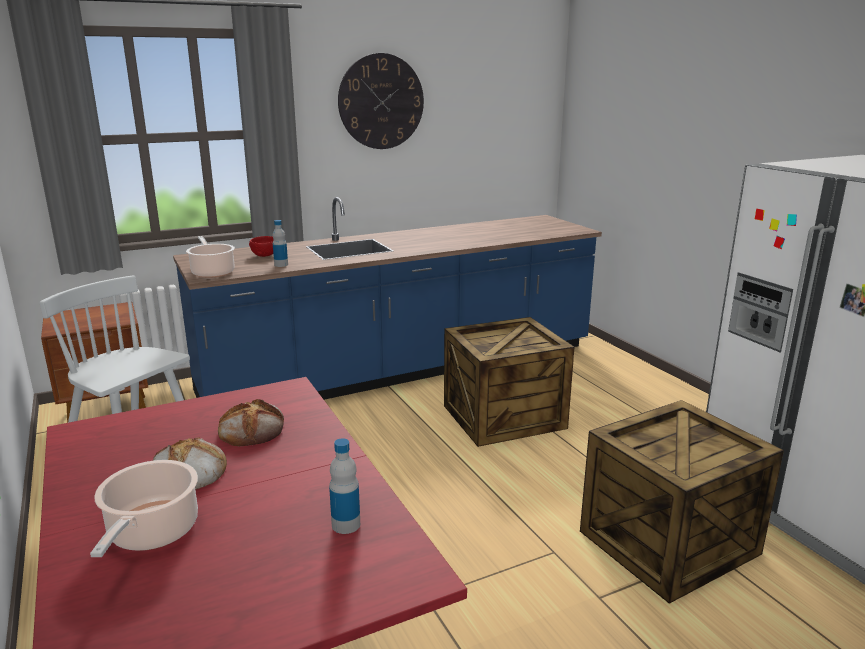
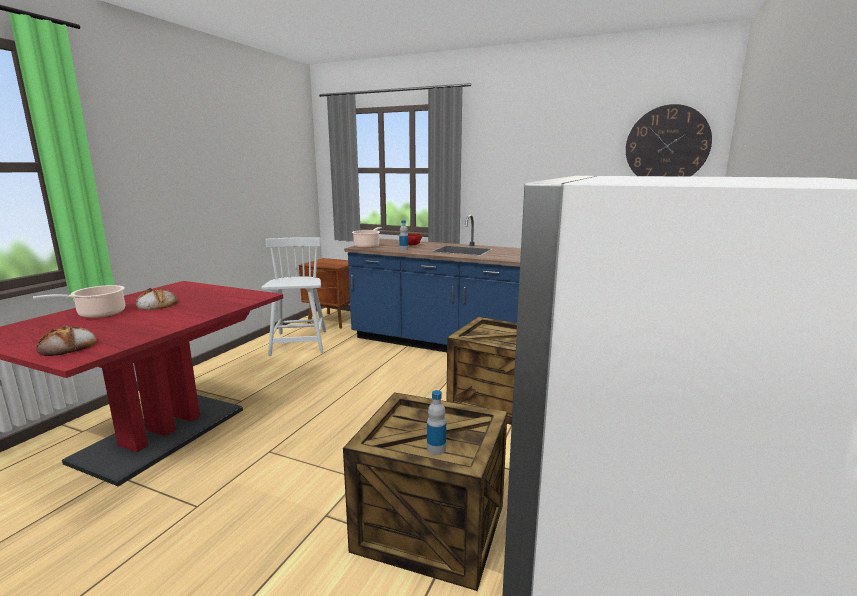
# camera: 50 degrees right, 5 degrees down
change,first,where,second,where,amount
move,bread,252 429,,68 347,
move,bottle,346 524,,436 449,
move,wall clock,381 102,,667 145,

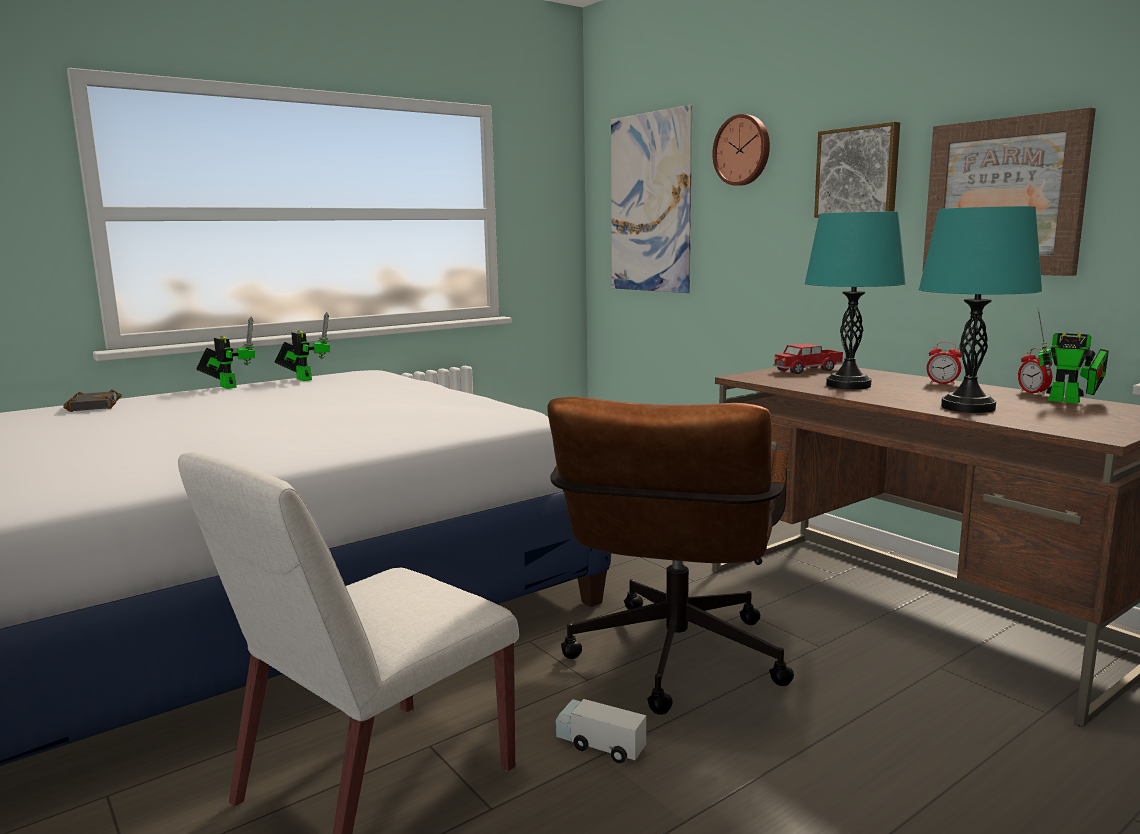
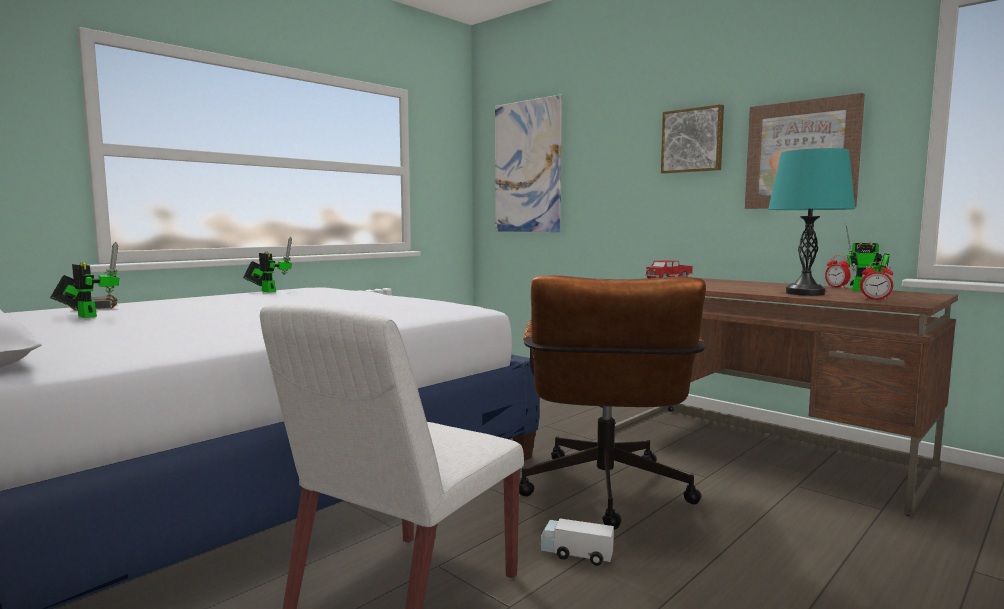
# camera: 10 degrees left, 5 degrees down
change,first,where,second,where,amount
move,toy robot,227 386,,86 316,
move,alarm clock,942 383,,875 299,
delete,wall clock,743 150,,,
delete,table lamp (turquoise),848 385,,,

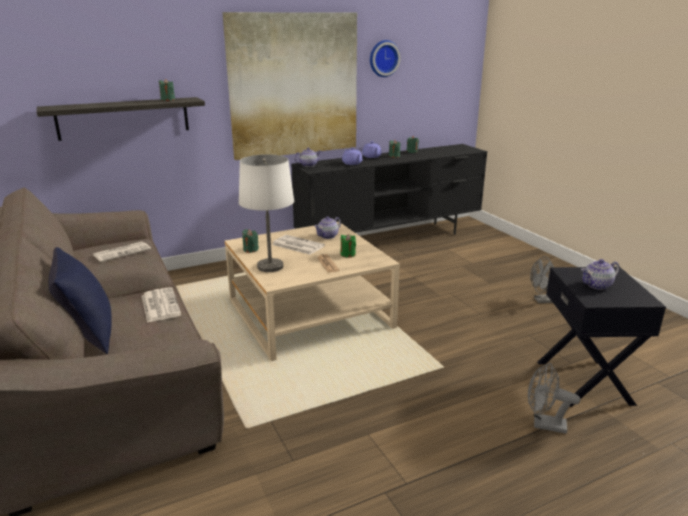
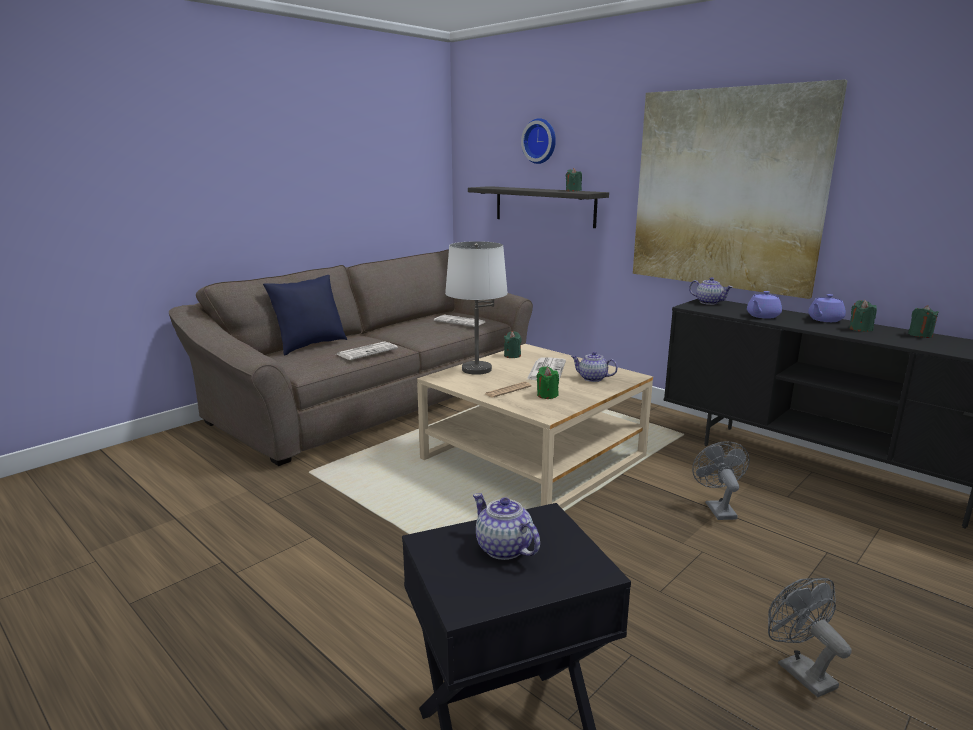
# camera: 70 degrees right, 5 degrees down
change,first,where,second,where,amount
move,wall clock,383 58,,540 141,
move,fan (grey),544 424,,717 508,

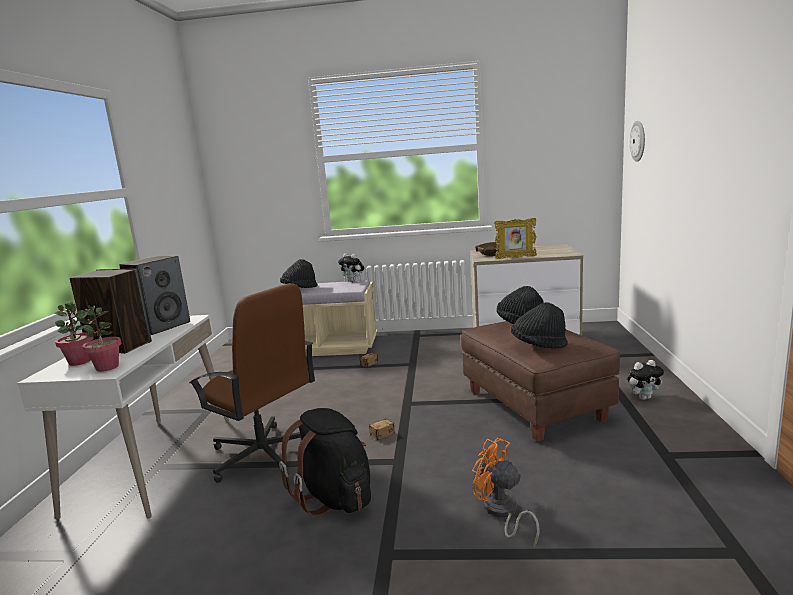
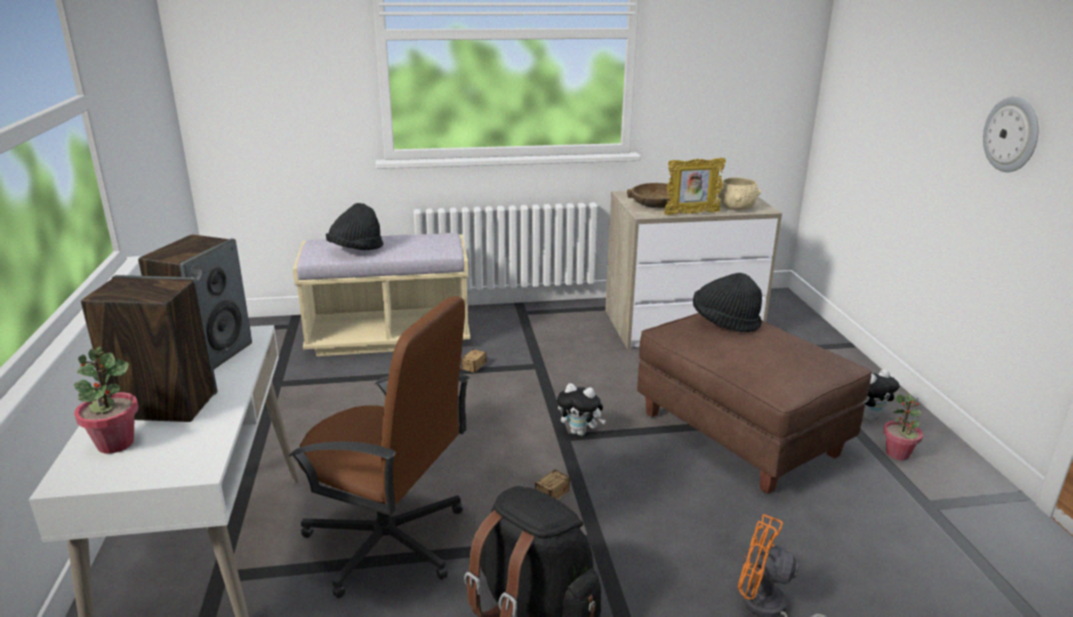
# camera: 15 degrees left, 10 degrees up
change,first,where,second,where,amount
move,plush toy,353 281,,580 432,
insert,,,bowl (beige),736 208,
move,potted plant,107 367,,897 454,
move,wall clock,638 141,,1012 134,
delete,hat (black),539 345,,,

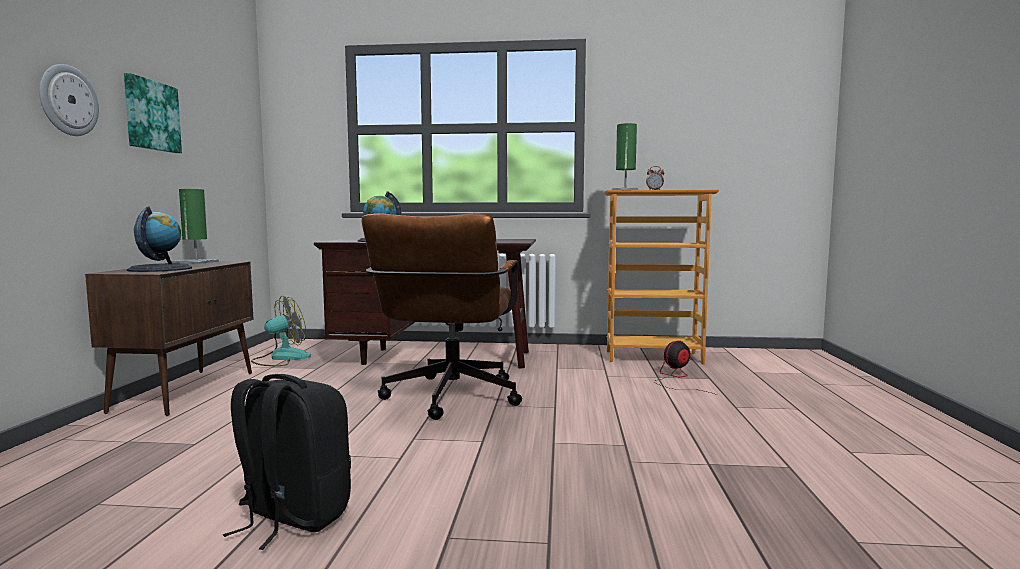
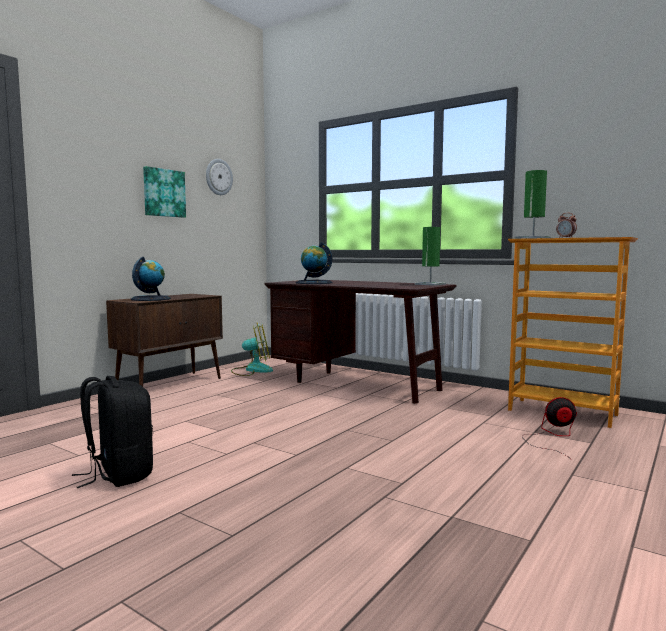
# camera: 30 degrees right, 0 degrees up
change,first,where,second,where,amount
move,wall clock,68 100,,218 177,
move,table lamp (green),196 262,,430 284,
delete,office chair (brown),449 400,,,

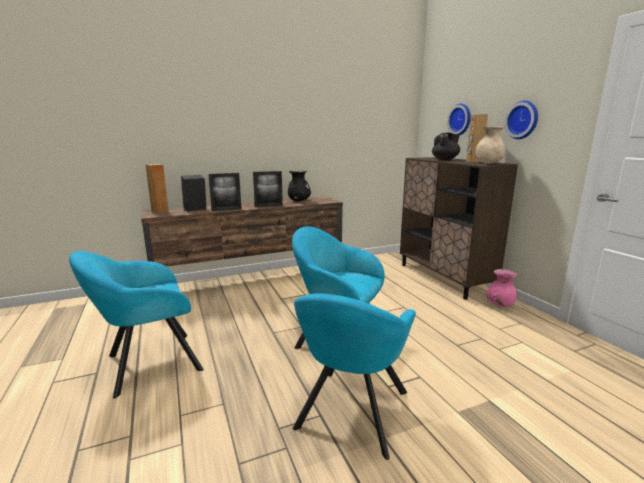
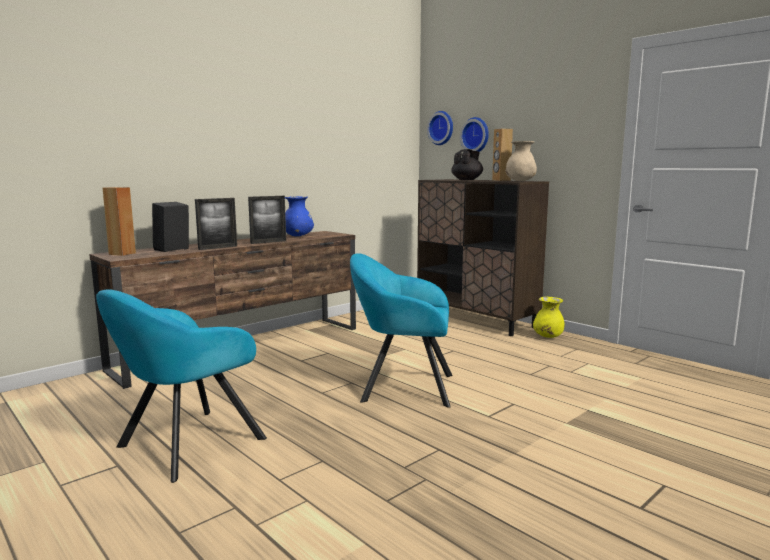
# camera: 20 degrees left, 5 degrees down
change,first,where,second,where,amount
recolor,vase (black),299 201,vase (blue),298 236,
move,wall clock,523 120,,442 128,
recolor,vase (pink),499 305,vase (yellow),548 336,
delete,armchair (turquoise),351 413,,,

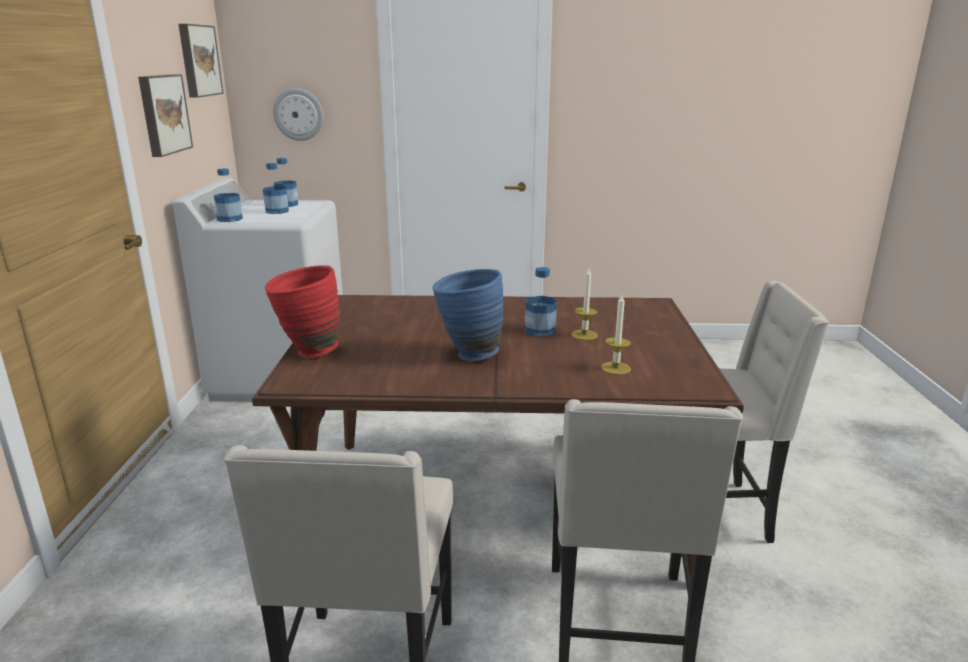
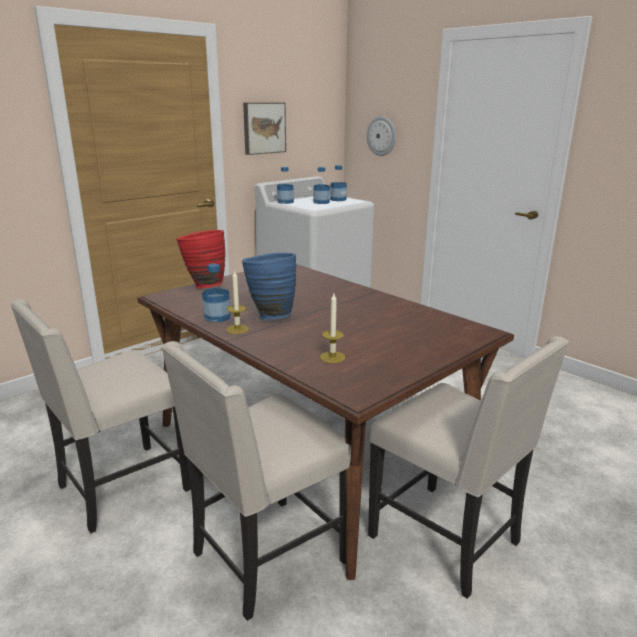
# camera: 45 degrees right, 0 degrees up
change,first,where,second,where,amount
move,bottle,539 330,,217 317,
move,candle,584 335,,237 329,
delete,picture,198 60,,,

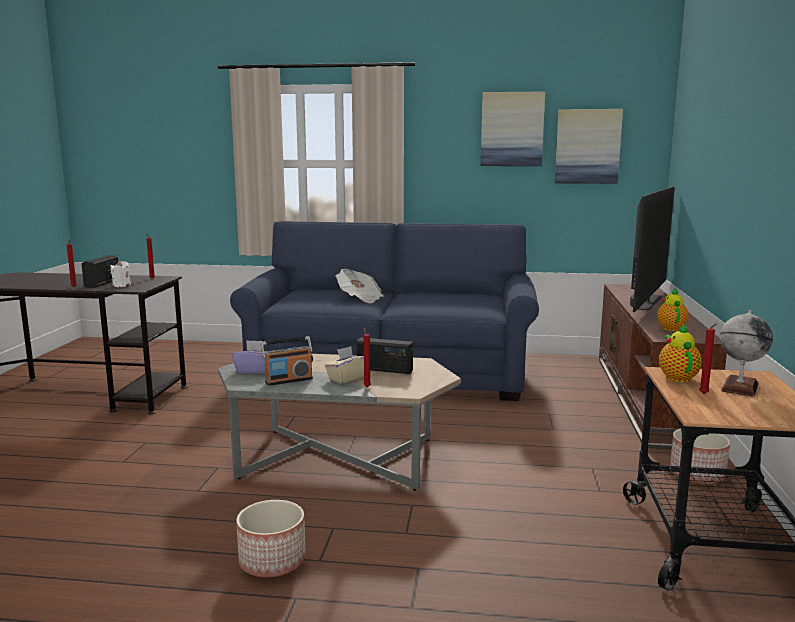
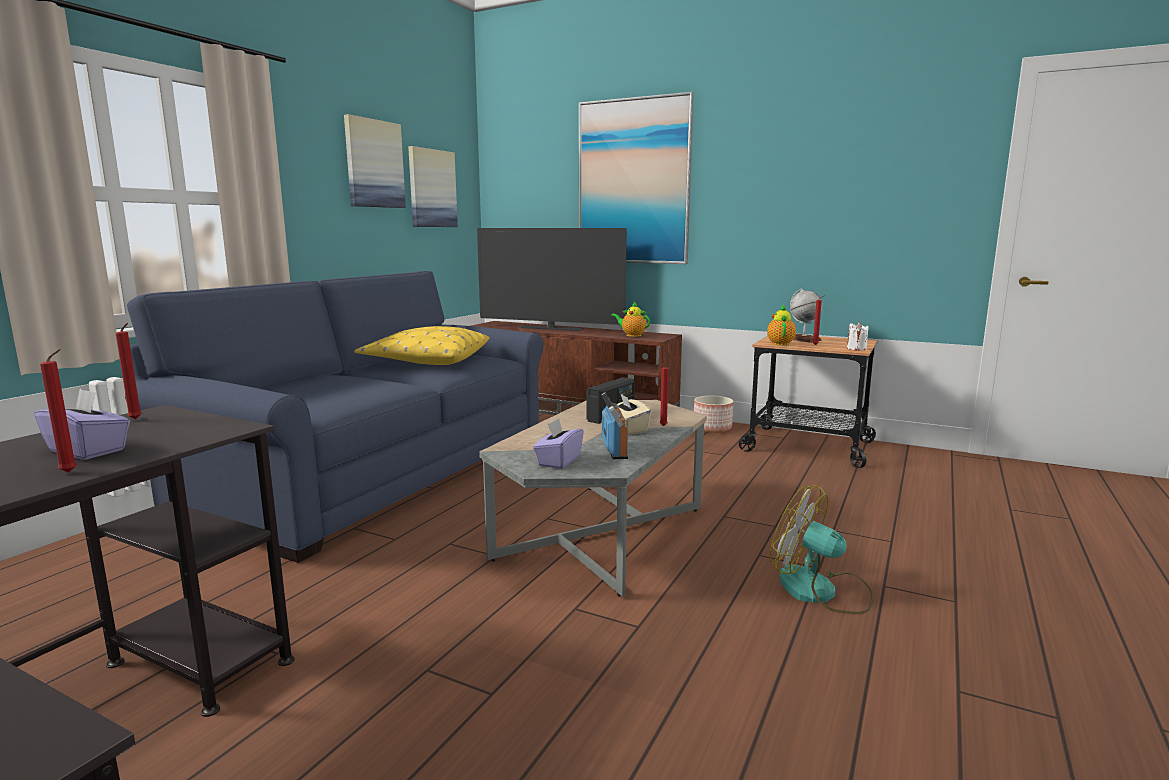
# camera: 70 degrees left, 0 degrees up
change,first,where,second,where,amount
replace,radio,103 283,tissue box (purple),88 450,
insert,,,pillow (yellow),426 361,
rotate,television,648 302,,550 328,150 degrees clockwise
insert,,,picture,633 182,
rotate,teapot,677 377,,780 343,75 degrees clockwise
replace,planter,271 561,fan,820 591,
move,candle (white),121 285,,856 349,
delete,newspaper,360 298,,,

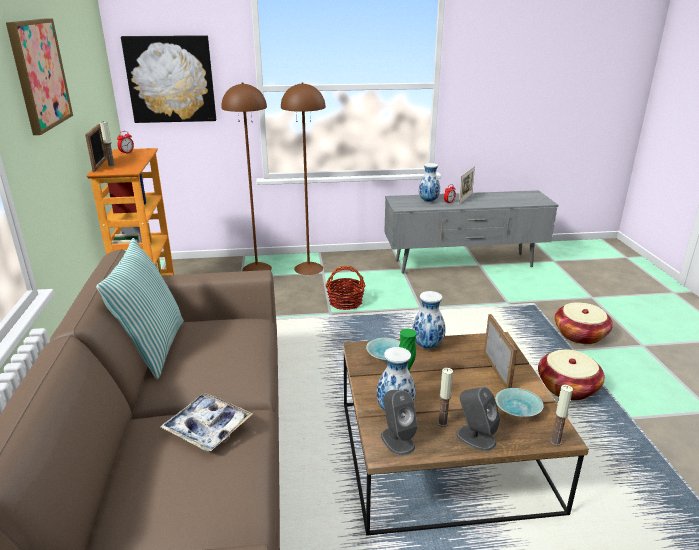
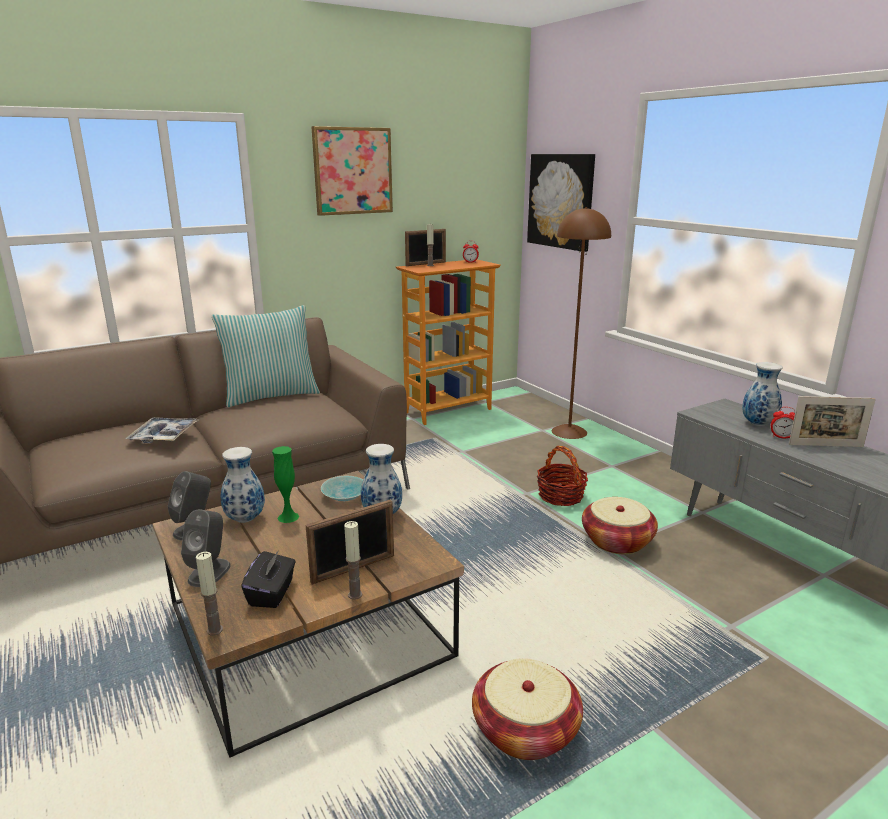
# camera: 65 degrees right, 5 degrees down
change,first,where,second,where,amount
replace,bowl (turquoise),516 410,tissue box (black),272 593,
move,candle,442 423,,355 595,
move,basket,580 335,,617 541,
delete,floor lamp (brown),308 268,,,

